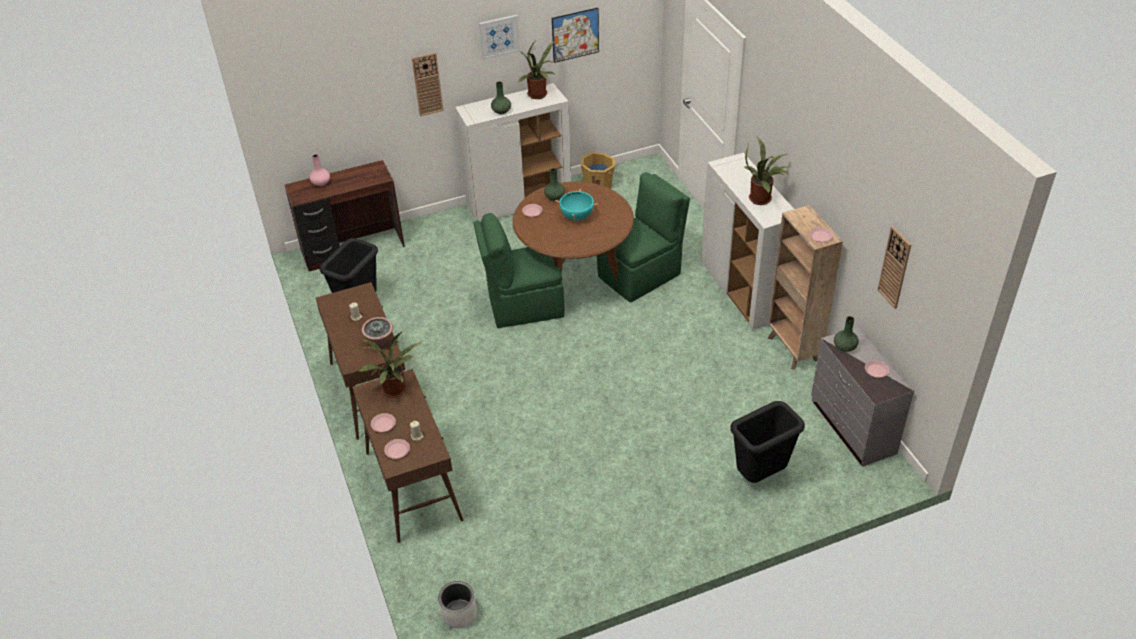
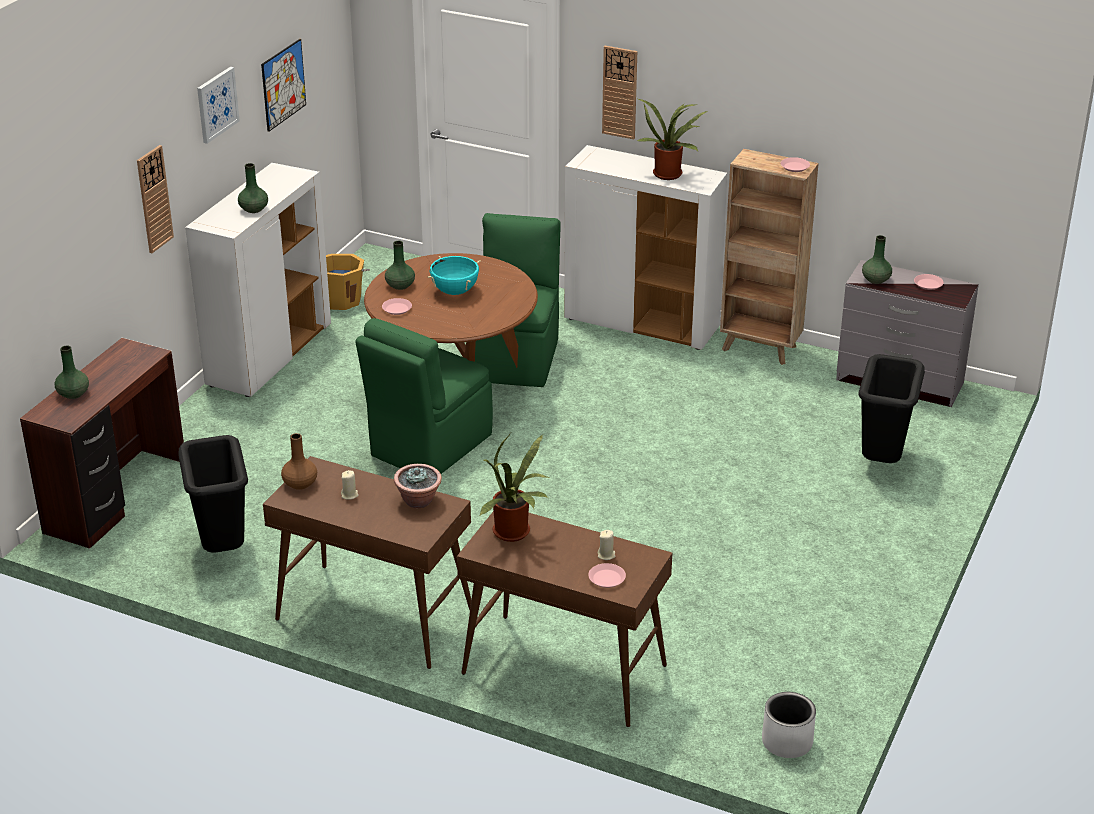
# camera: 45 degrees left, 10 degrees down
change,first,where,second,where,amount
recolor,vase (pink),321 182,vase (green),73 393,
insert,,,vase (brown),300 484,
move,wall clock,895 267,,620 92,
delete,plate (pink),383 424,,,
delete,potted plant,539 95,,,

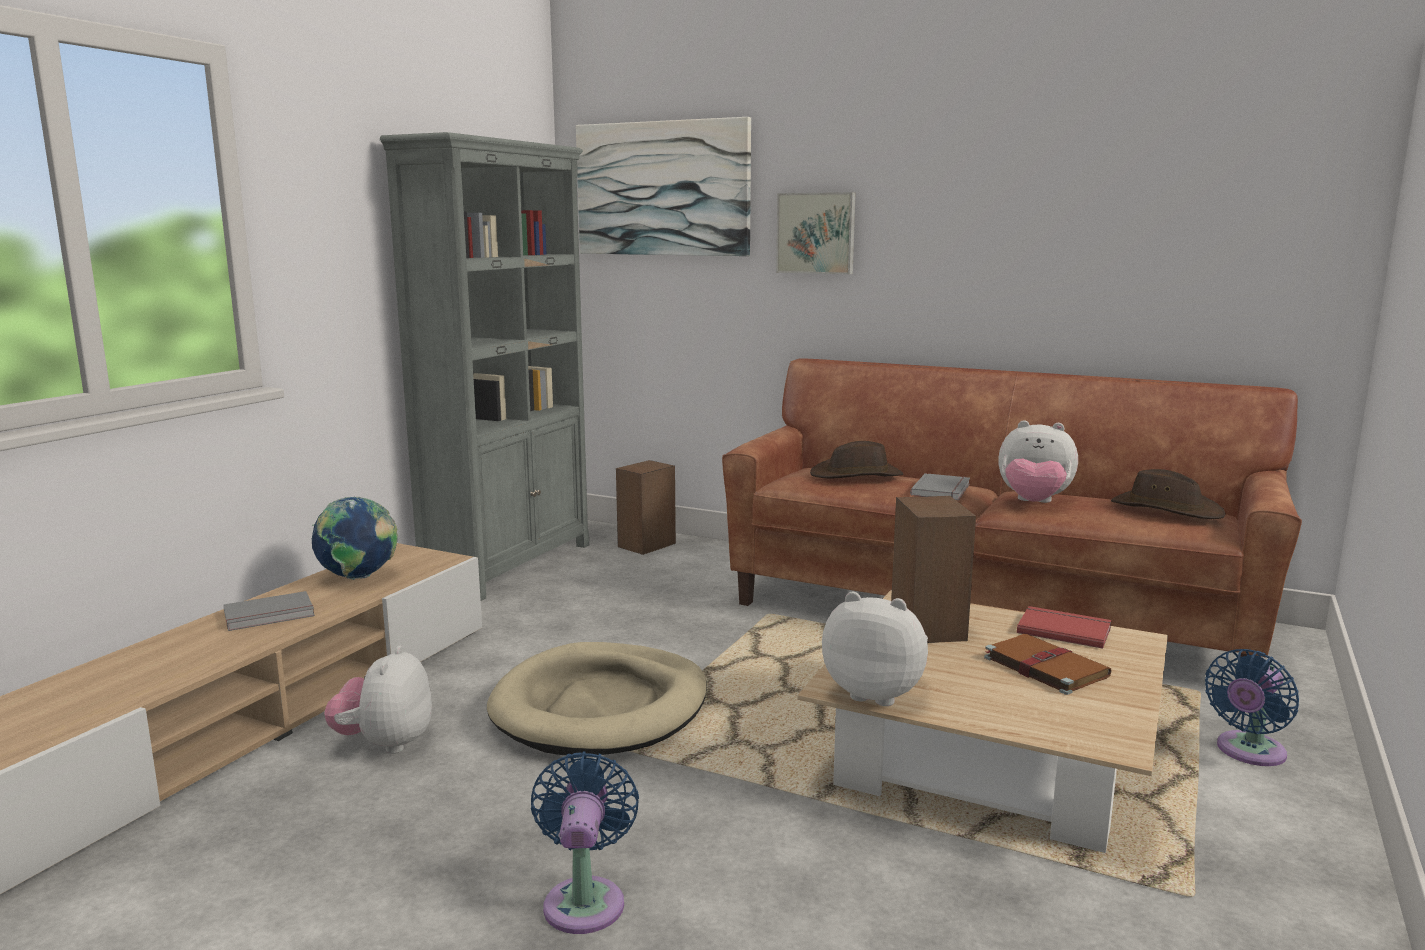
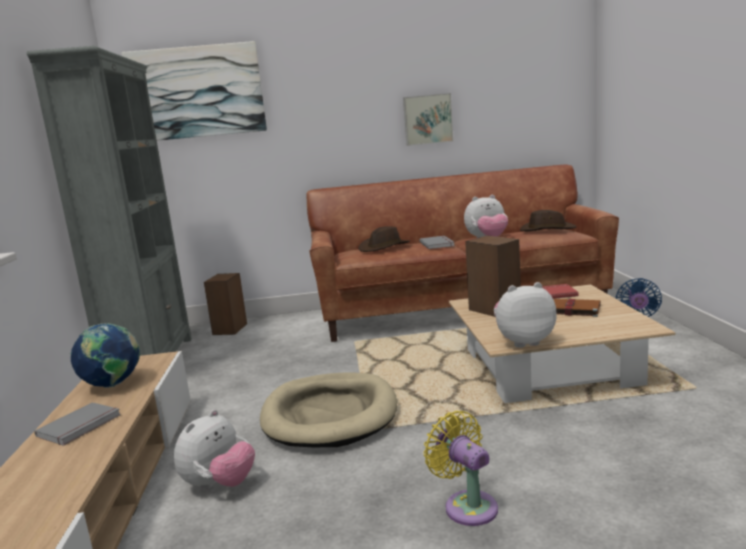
# camera: 30 degrees left, 0 degrees up
change,first,where,second,where,amount
rotate,plush toy,385 744,,219 485,120 degrees counterclockwise
move,picture,816 233,,427 119,
recolor,fan (blue),585 899,fan (yellow),467 505,

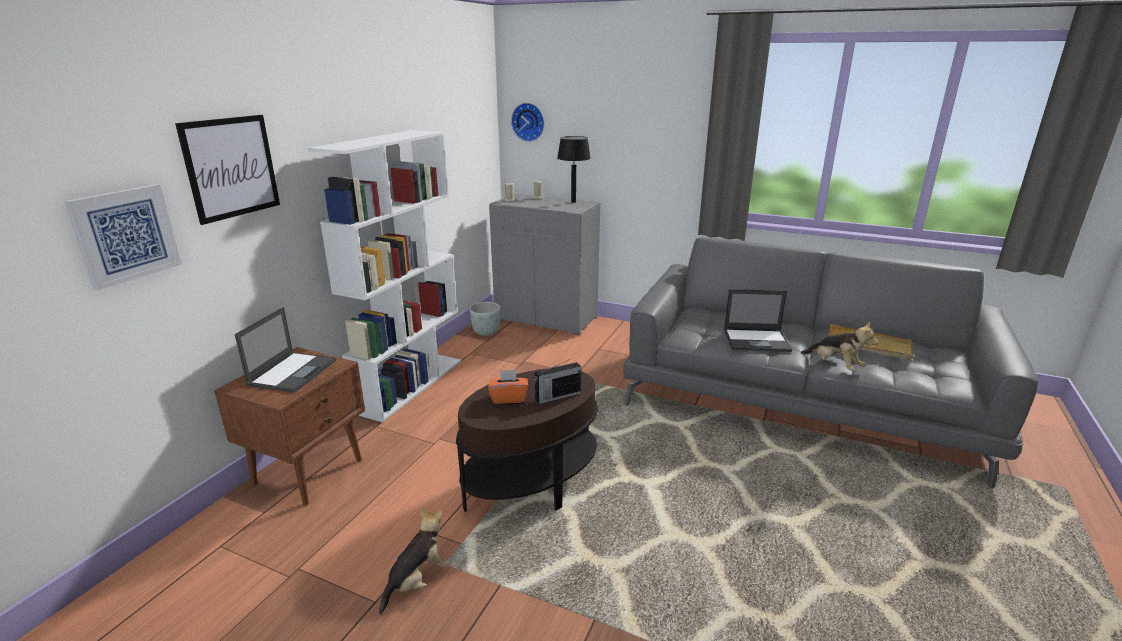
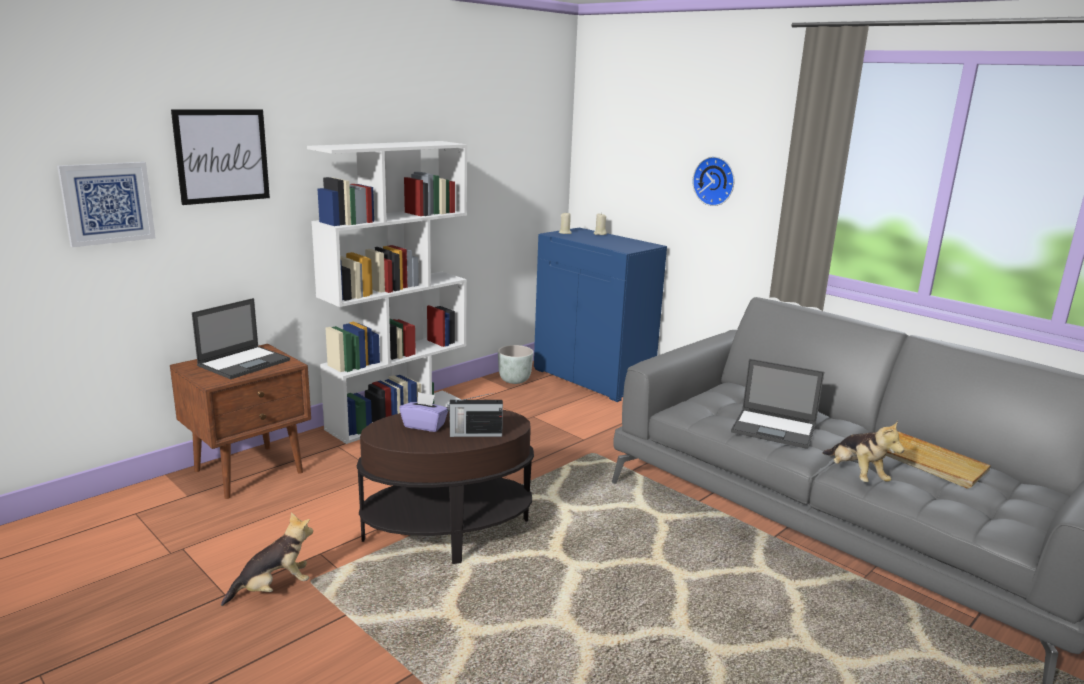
# camera: 20 degrees right, 5 degrees down
change,first,where,second,where,amount
recolor,tissue box (orange),509 398,tissue box (purple),424 425,
recolor,cabinet (grey),547 318,cabinet (blue),594 378,
move,wall clock,529 122,,715 181,
delete,table lamp (black),573 202,,,

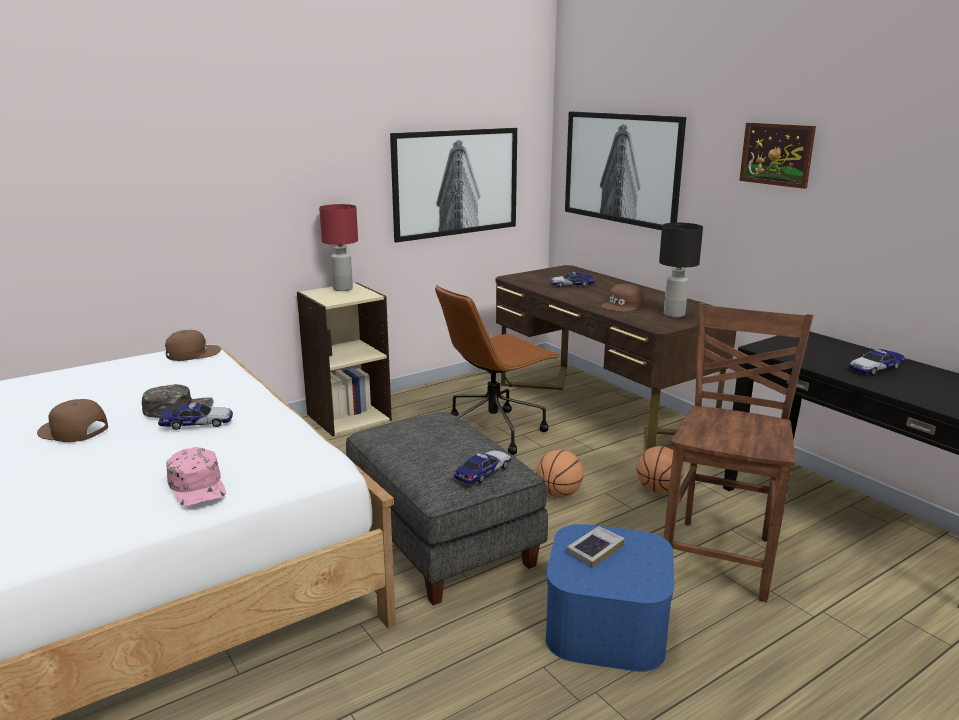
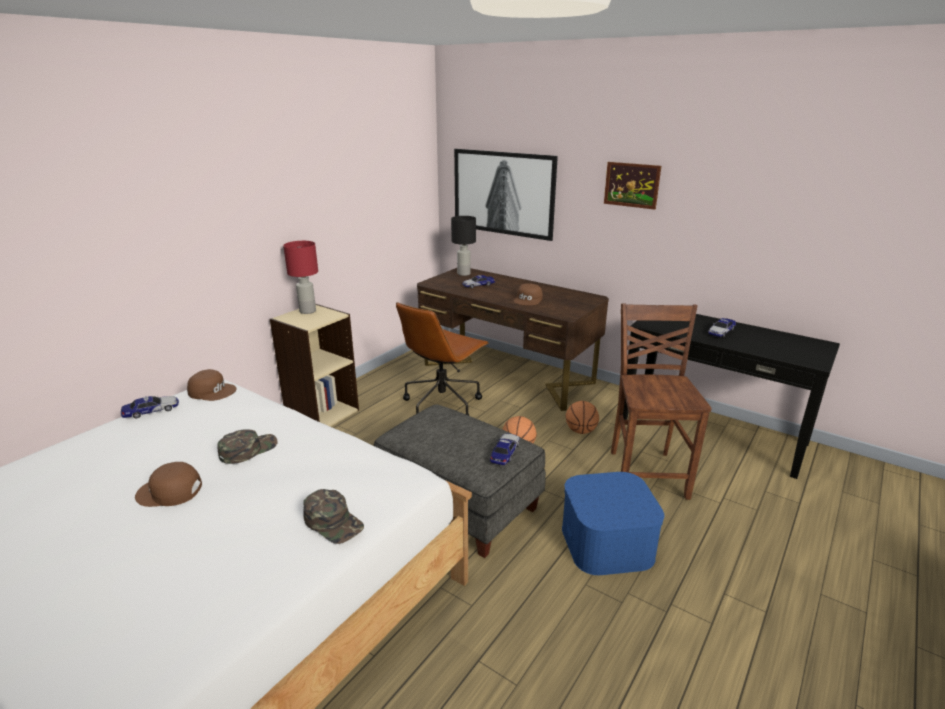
# camera: 20 degrees left, 5 degrees up
change,first,where,second,where,amount
move,toy car,197 423,,151 411,
rotate,cap (brown),192 353,,212 391,60 degrees clockwise
recolor,cap (pink),198 486,cap (green),333 522,
move,table lamp (black),674 315,,463 274,
delete,picture,455 182,,,
delete,book,595 550,,,

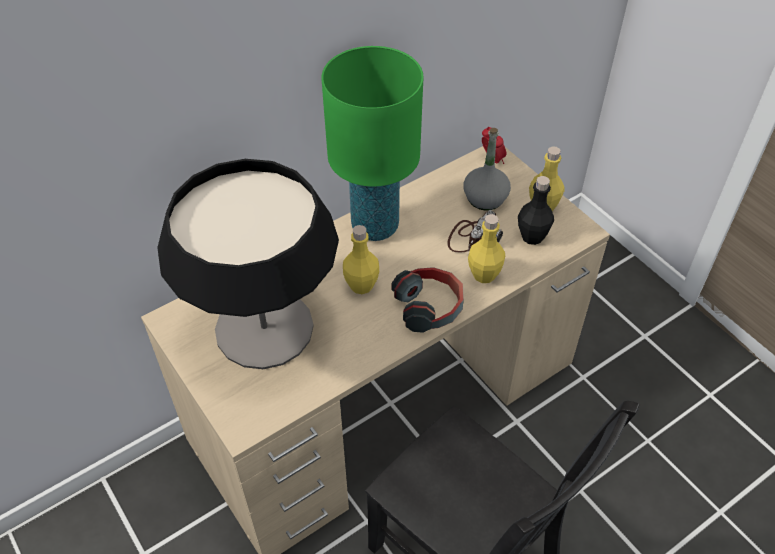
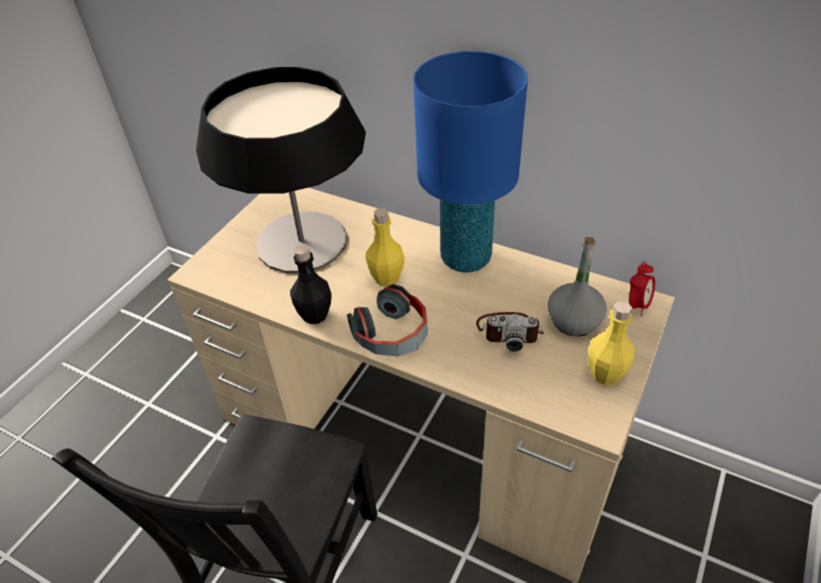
# camera: 65 degrees right, 5 degrees down
change,first,where,second,where,amount
move,bottle (black),532 236,,315 315,
recolor,table lamp (green),375 227,table lamp (blue),465 258,
delete,bottle (yellow),484 274,,,

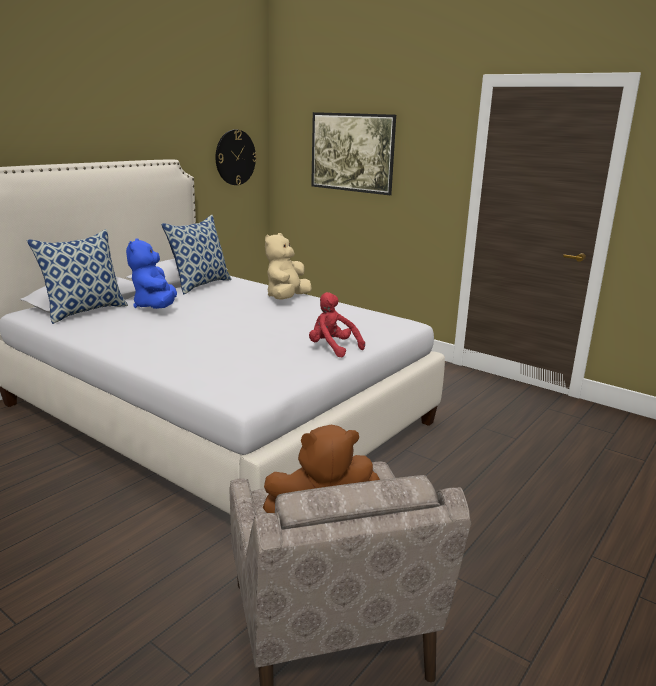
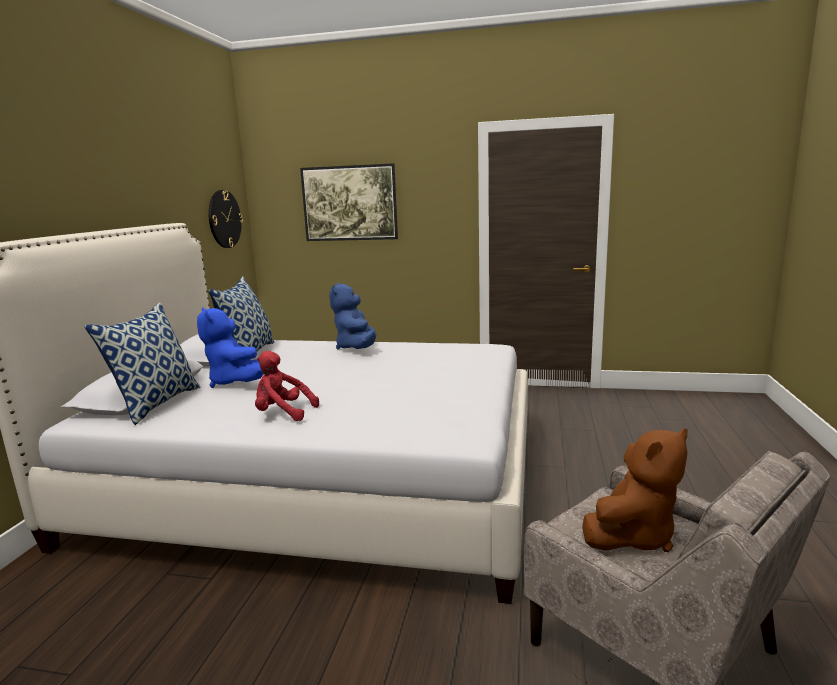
# camera: 25 degrees left, 5 degrees down
change,first,where,second,where,amount
move,plush toy (red),332 348,,282 413,
recolor,plush toy (beige),286 298,plush toy (blue),357 348,

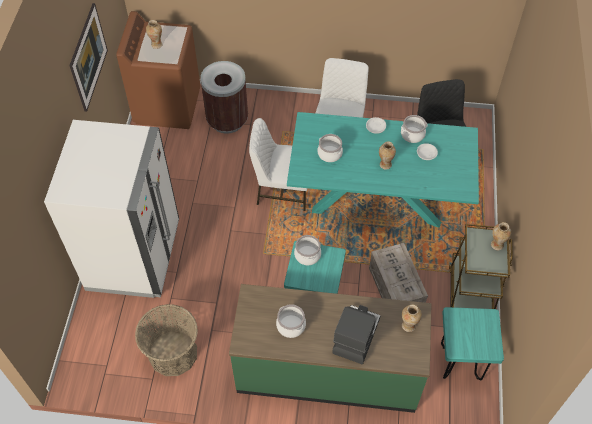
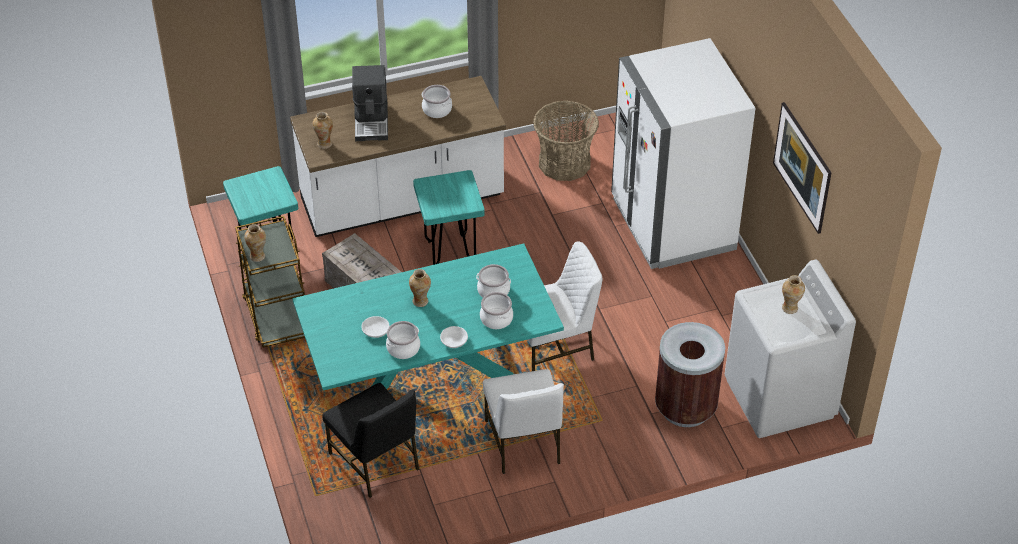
# camera: 155 degrees right, 10 degrees down
change,first,where,second,where,amount
recolor,counter (green),328 370,counter (white),402 200,
move,cooking pot,308 255,,496 319,
recolor,washing machine (brown),167 105,washing machine (white),780 398,

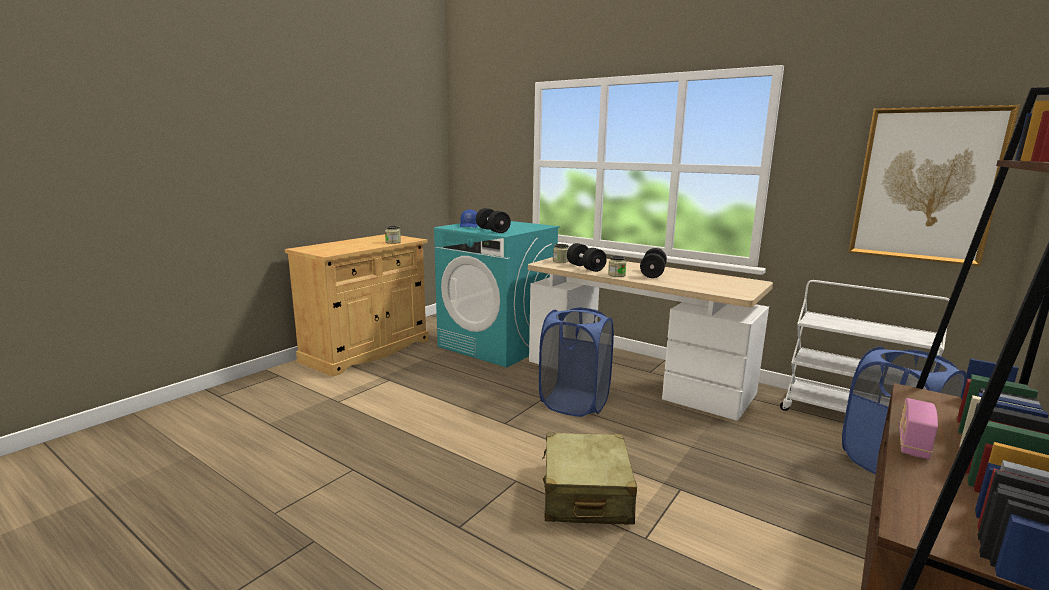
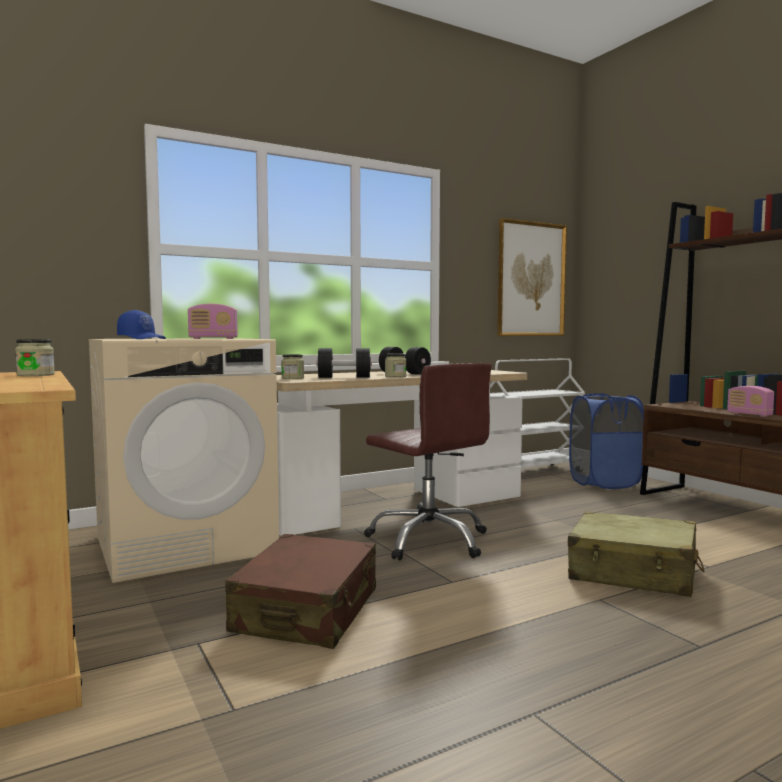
# camera: 65 degrees left, 10 degrees down
change,first,where,second,where,amount
recolor,washing machine (turquoise),497 345,washing machine (beige),186 544,
replace,dumbbell (black),492 230,radio,213 338,
insert,,,suitcase (brown),307 611,
replace,laundry basket (blue),574 403,office chair (brown),429 540,

